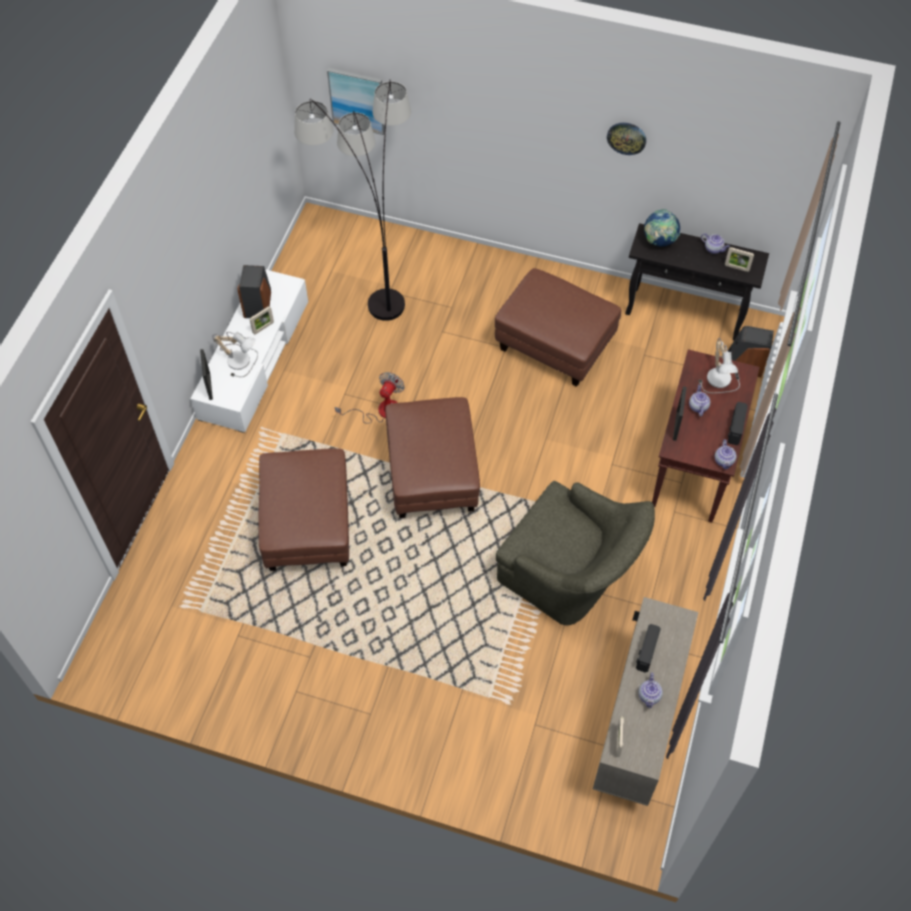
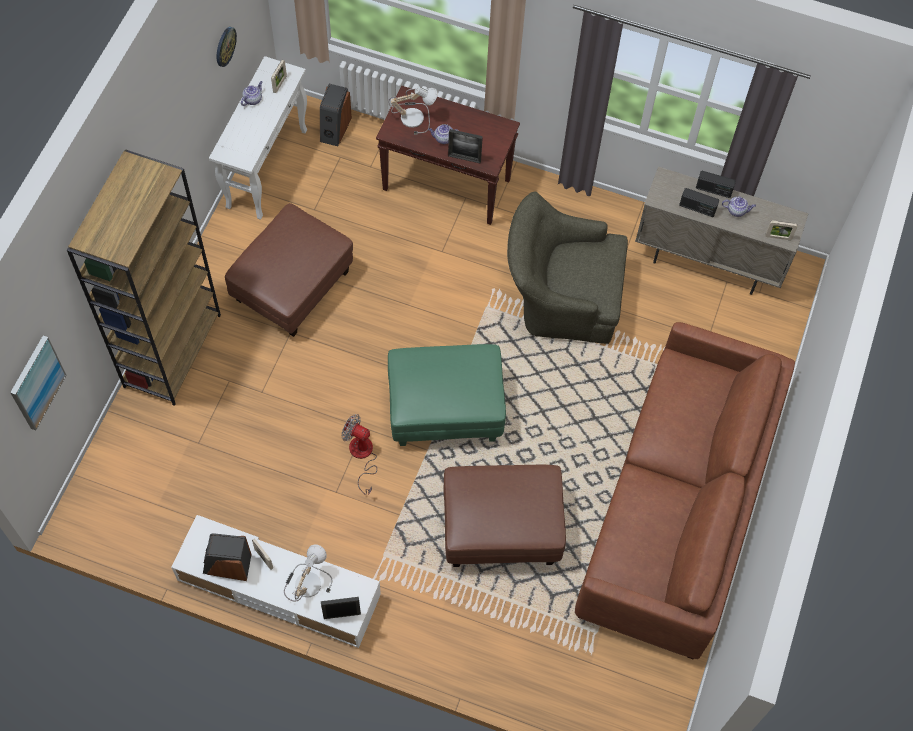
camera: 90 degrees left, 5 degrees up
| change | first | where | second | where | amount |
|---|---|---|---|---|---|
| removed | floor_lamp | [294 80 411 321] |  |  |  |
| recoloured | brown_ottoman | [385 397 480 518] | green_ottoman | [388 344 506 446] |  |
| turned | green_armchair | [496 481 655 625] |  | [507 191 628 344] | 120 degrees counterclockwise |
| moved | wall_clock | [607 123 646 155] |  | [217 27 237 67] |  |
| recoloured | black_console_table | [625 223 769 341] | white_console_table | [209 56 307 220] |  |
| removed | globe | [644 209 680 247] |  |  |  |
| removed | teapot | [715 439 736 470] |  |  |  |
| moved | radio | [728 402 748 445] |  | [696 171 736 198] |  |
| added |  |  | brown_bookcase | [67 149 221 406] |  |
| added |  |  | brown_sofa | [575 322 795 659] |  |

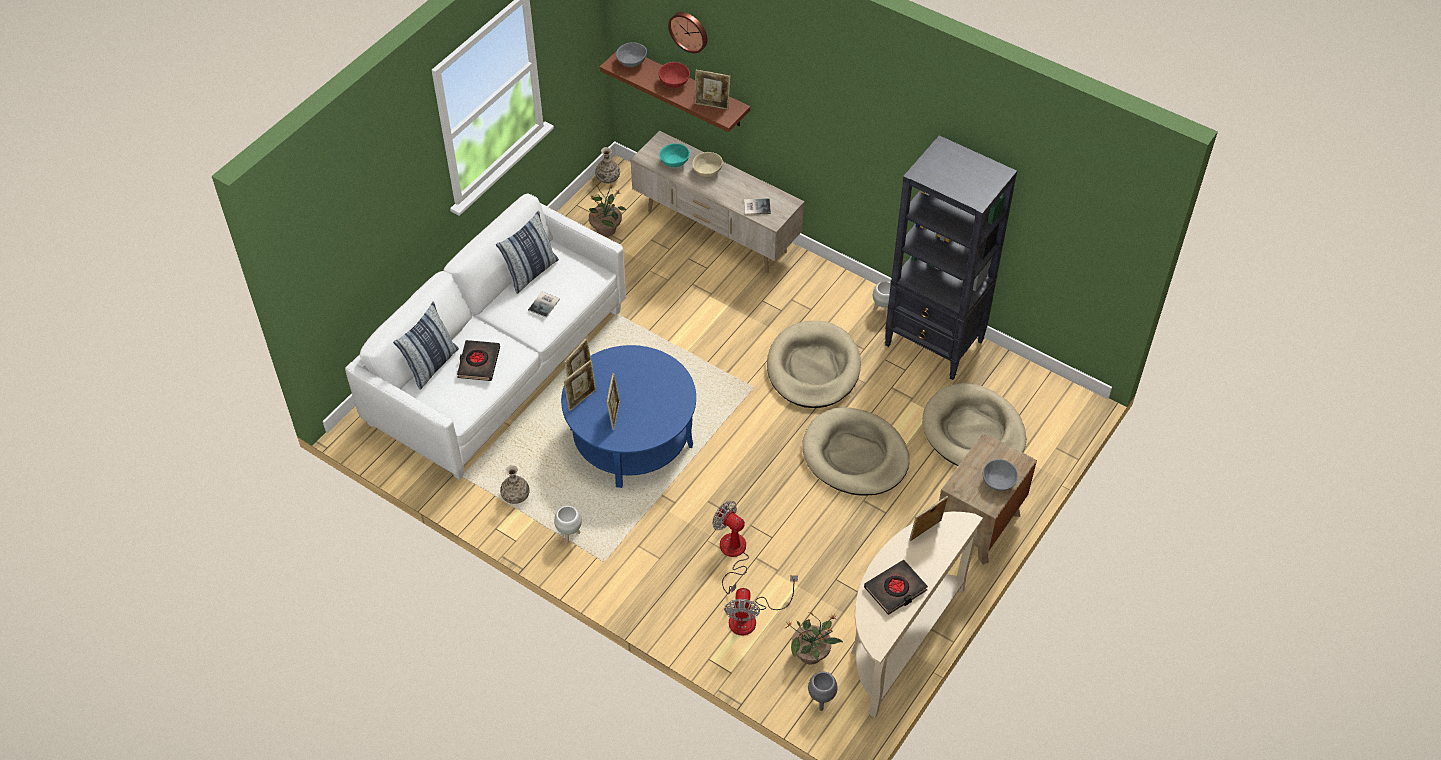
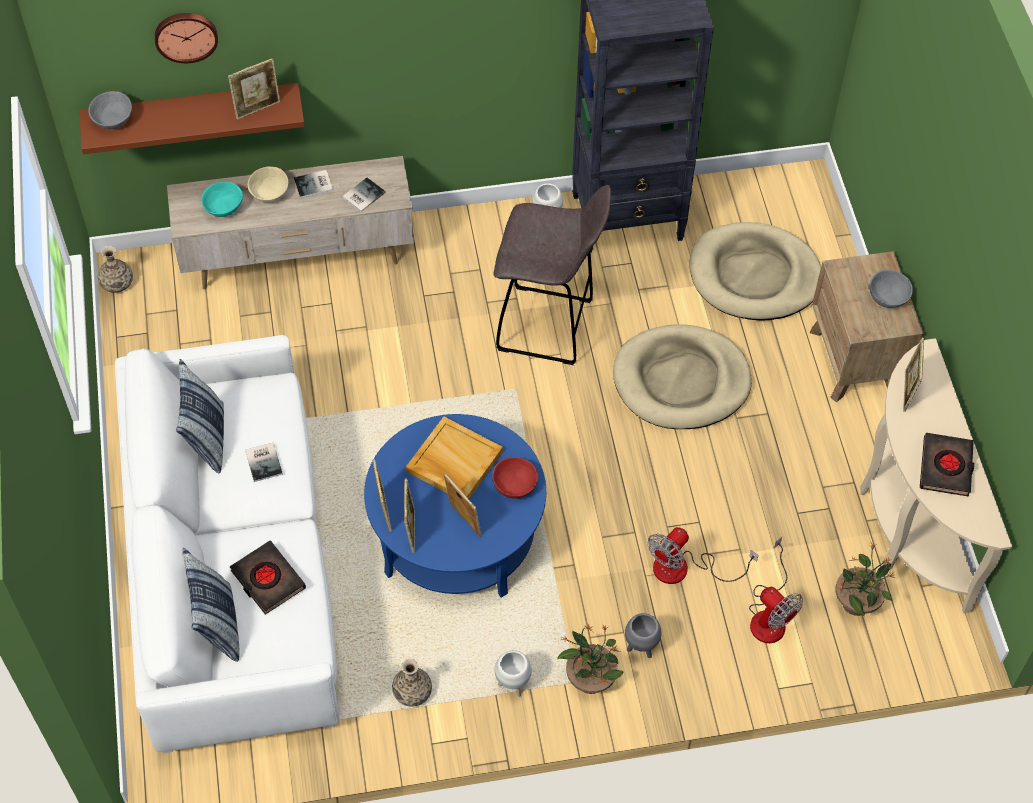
camera: 45 degrees left, 5 degrees up
| change | first | where | second | where | amount |
|---|---|---|---|---|---|
| moved | potted_plant | [589 184 626 237] |  | [557 624 623 694] |  |
| moved | red_bowl | [659 62 690 88] |  | [492 457 538 499] |  |
| turned | fan | [712 501 749 594] |  | [648 527 758 584] | 45 degrees counterclockwise |
| replaced | beige_dog_bed | [767 321 861 408] | grey_stool | [493 185 611 365] |  |
| moved | grey_planter | [808 671 838 711] |  | [625 613 661 658] |  |
| added |  |  | book | [294 170 333 198] |  |
| added |  |  | beige_tray | [406 416 503 499] |  |

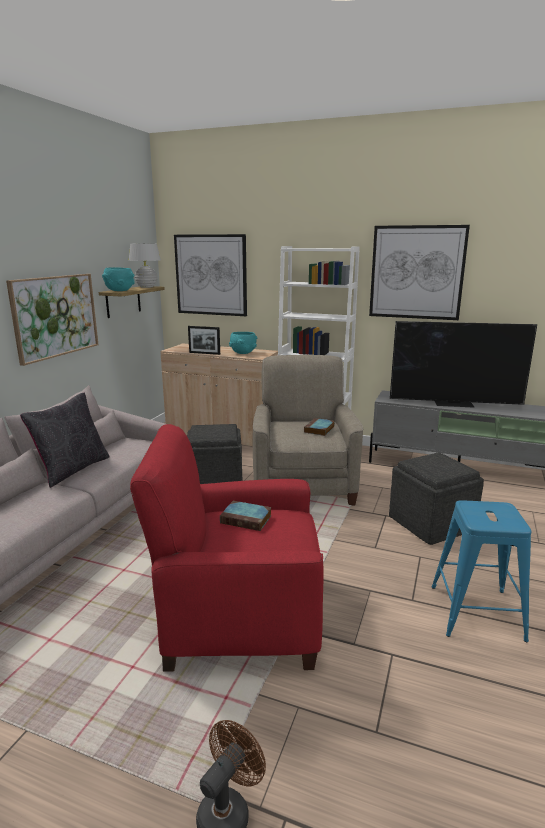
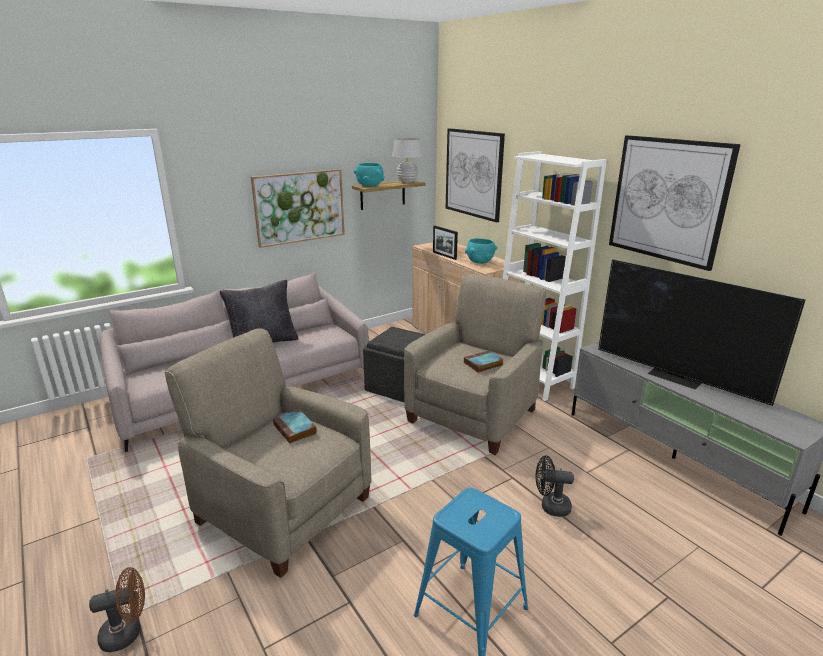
camera: 35 degrees right, 5 degrees up
| change | first | where | second | where | amount |
|---|---|---|---|---|---|
| recoloured | red_armchair | [130 424 323 672] | beige_armchair | [165 328 371 578] |  |
| replaced | grey_ottoman | [389 452 484 545] | black_fan | [536 455 574 517] |  |

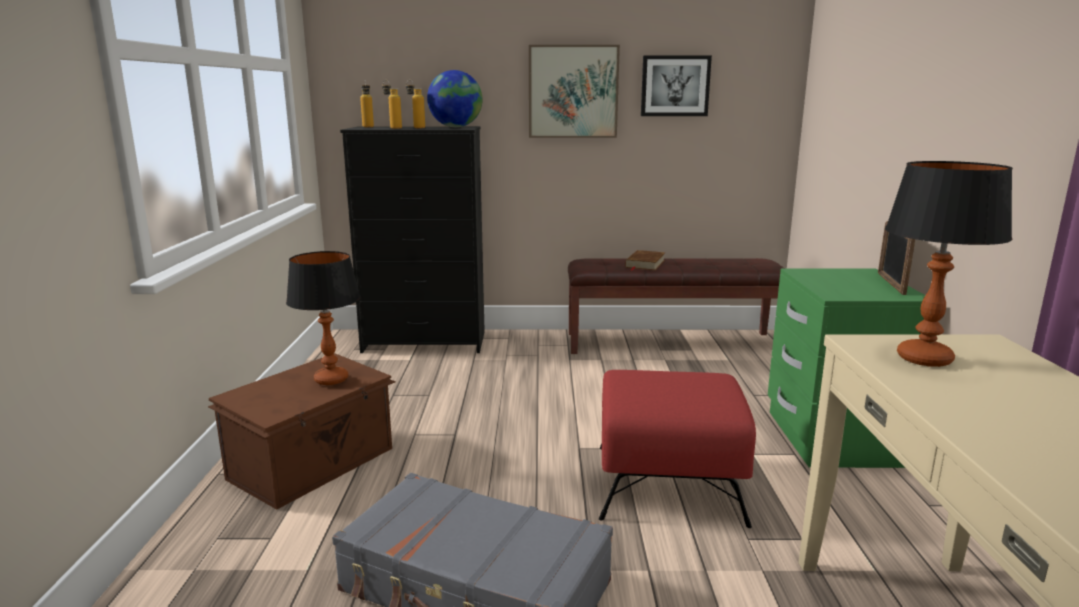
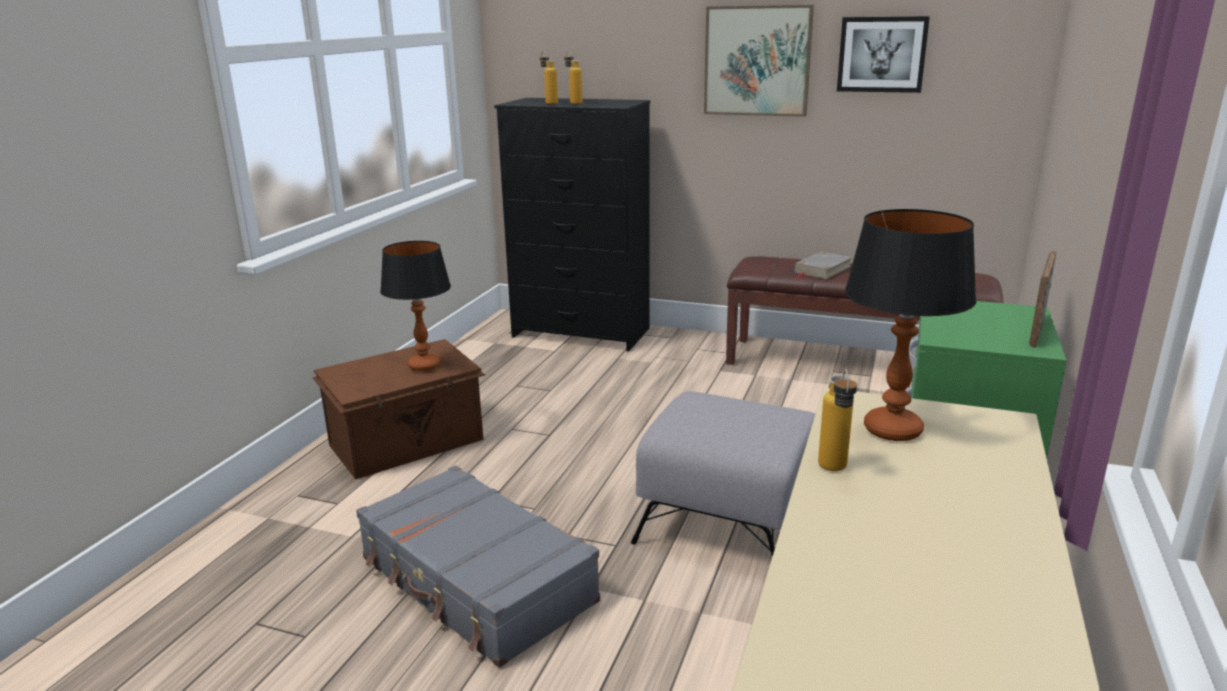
camera: 20 degrees right, 5 degrees up
| change | first | where | second | where | amount |
|---|---|---|---|---|---|
| moved | bottle | [360 81 374 127] |  | [818 369 857 471] |  |
| removed | globe | [427 70 483 127] |  |  |  |
| recoloured | red_ottoman | [599 370 756 528] | grey_ottoman | [631 391 815 557] |  |
| recoloured | brown_book | [625 250 665 271] | grey_book | [794 251 853 279] |  |

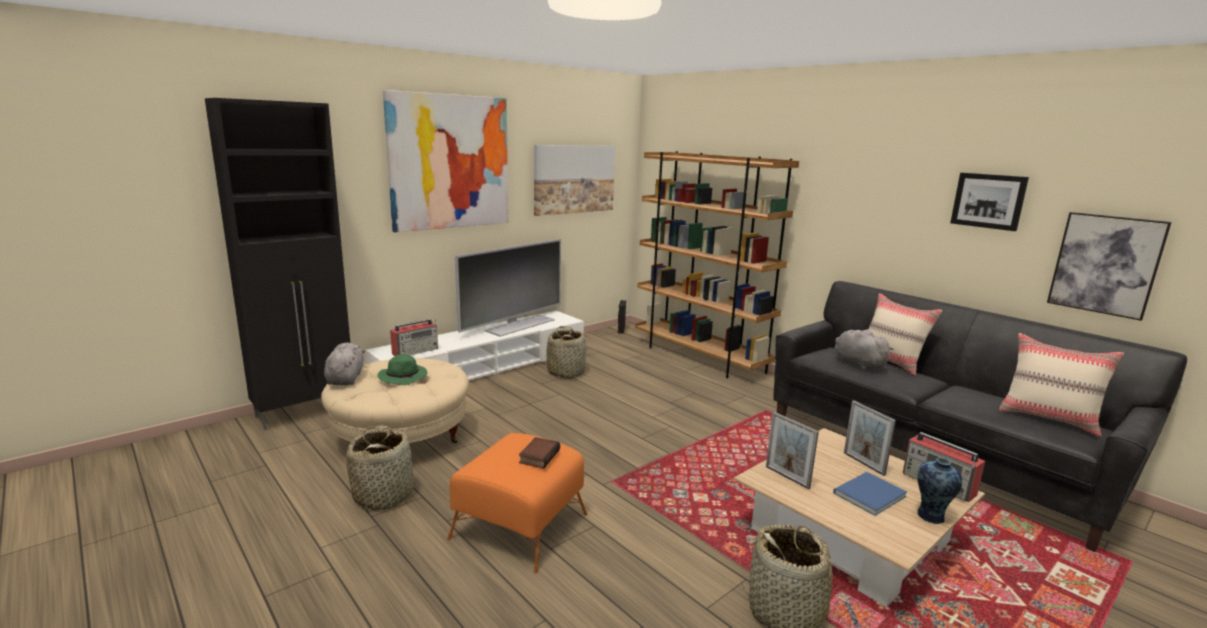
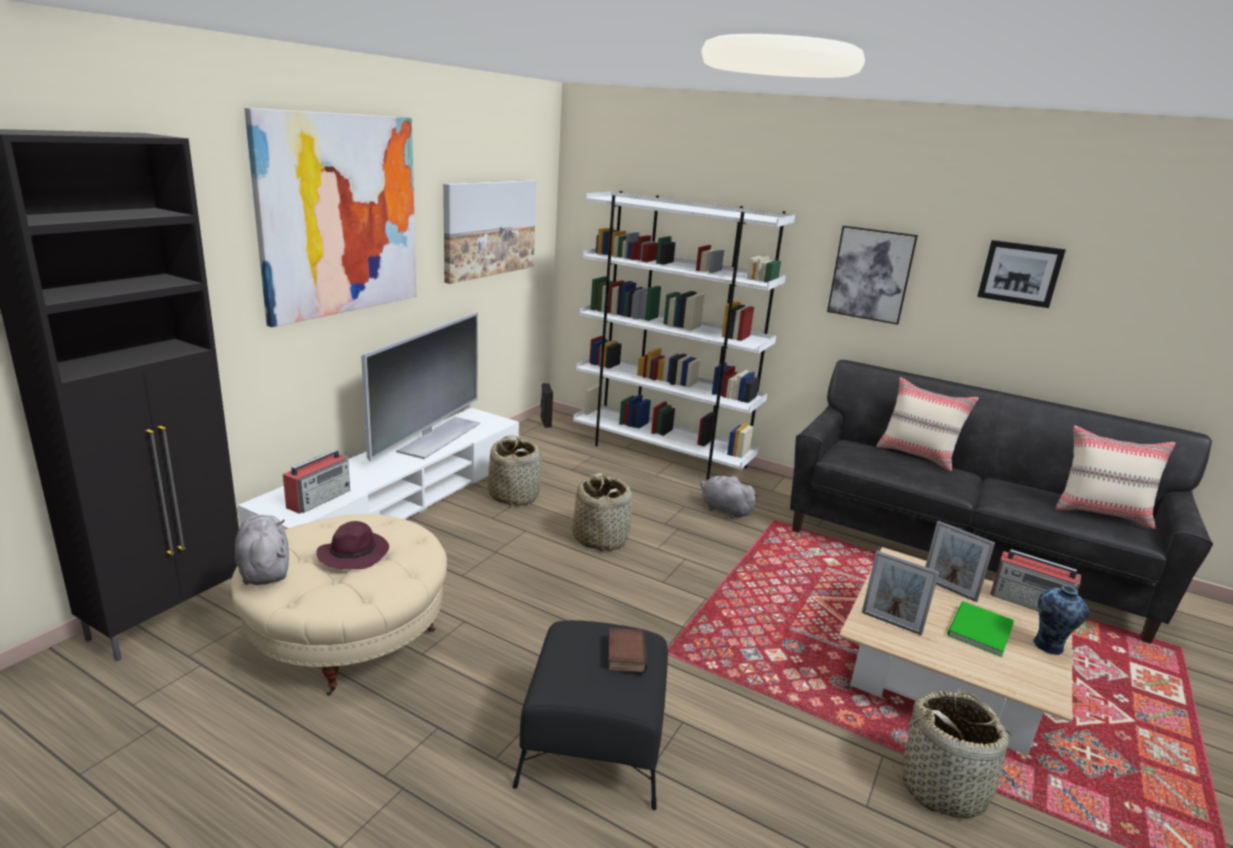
camera: 20 degrees left, 5 degrees up
| change | first | where | second | where | amount |
|---|---|---|---|---|---|
| moved | basket | [346 425 413 510] |  | [572 473 633 551] |  |
| recoloured | green_hat | [377 354 428 385] | purple_hat | [316 521 389 569] |  |
| recoloured | orange_ottoman | [447 433 587 573] | black_ottoman | [513 620 668 810] |  |
| recoloured | brown_bookcase | [636 151 799 378] | white_bookcase | [573 191 795 480] |  |
| recoloured | blue_book | [833 472 907 516] | green_book | [947 601 1014 657] |  |
| moved | grey_plush_toy | [835 329 894 370] |  | [700 476 759 519] |  |
| moved | picture | [1047 212 1172 321] |  | [827 226 918 325] |  |

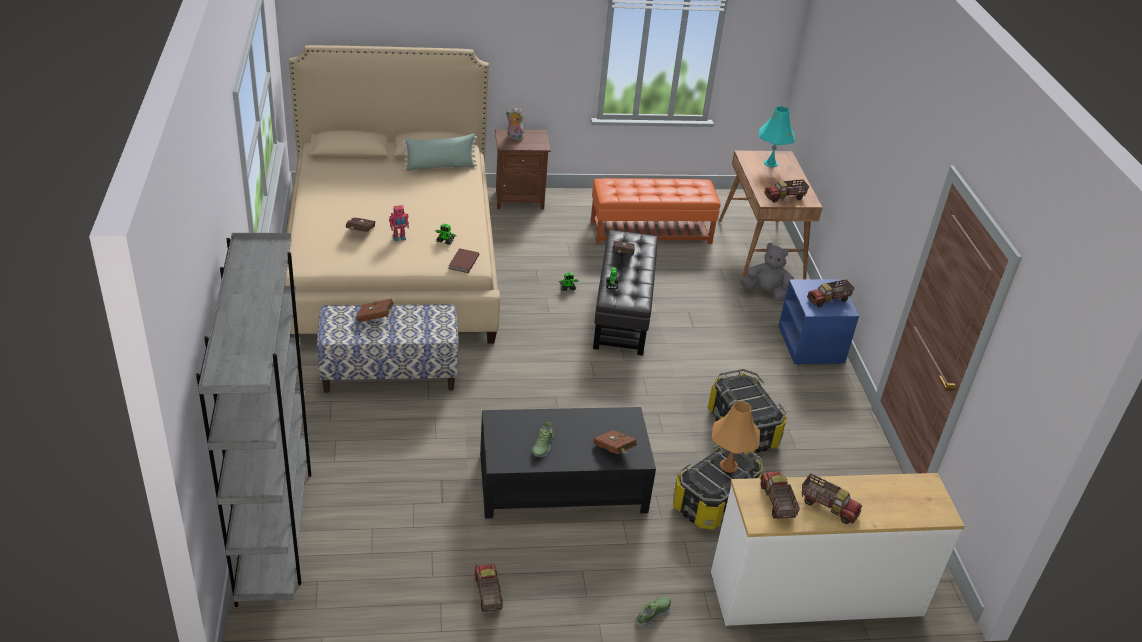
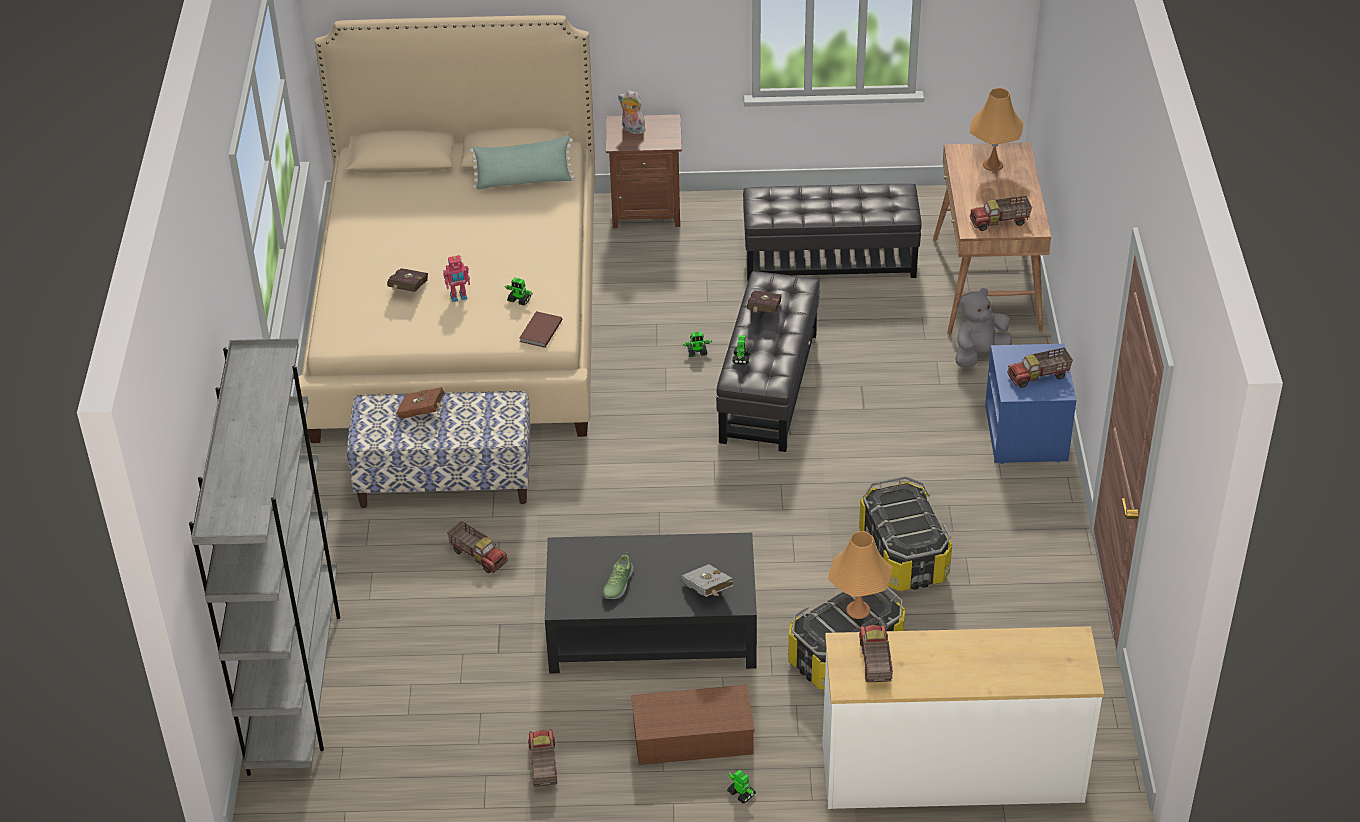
camera: 10 degrees right, 5 degrees up
| change | first | where | second | where | amount |
|---|---|---|---|---|---|
| recoloured | orange_ottoman | [591 178 721 244] | black_ottoman | [743 184 922 281] |  |
| recoloured | brown_book | [593 430 637 454] | grey_book | [682 564 733 597] |  |
| replaced | shoe | [635 596 671 627] | toy_robot | [727 770 756 803] |  |
| turned | grey_plush_toy | [740 243 794 302] |  | [955 288 1012 367] | 60 degrees counterclockwise |
| recoloured | turquoise_table_lamp | [759 106 795 167] | orange_table_lamp | [970 88 1023 171] |  |
| moved | toy_truck | [802 473 863 524] |  | [447 521 508 573] |  |
| added |  |  | brown_storage_box | [631 685 755 765] |  |

